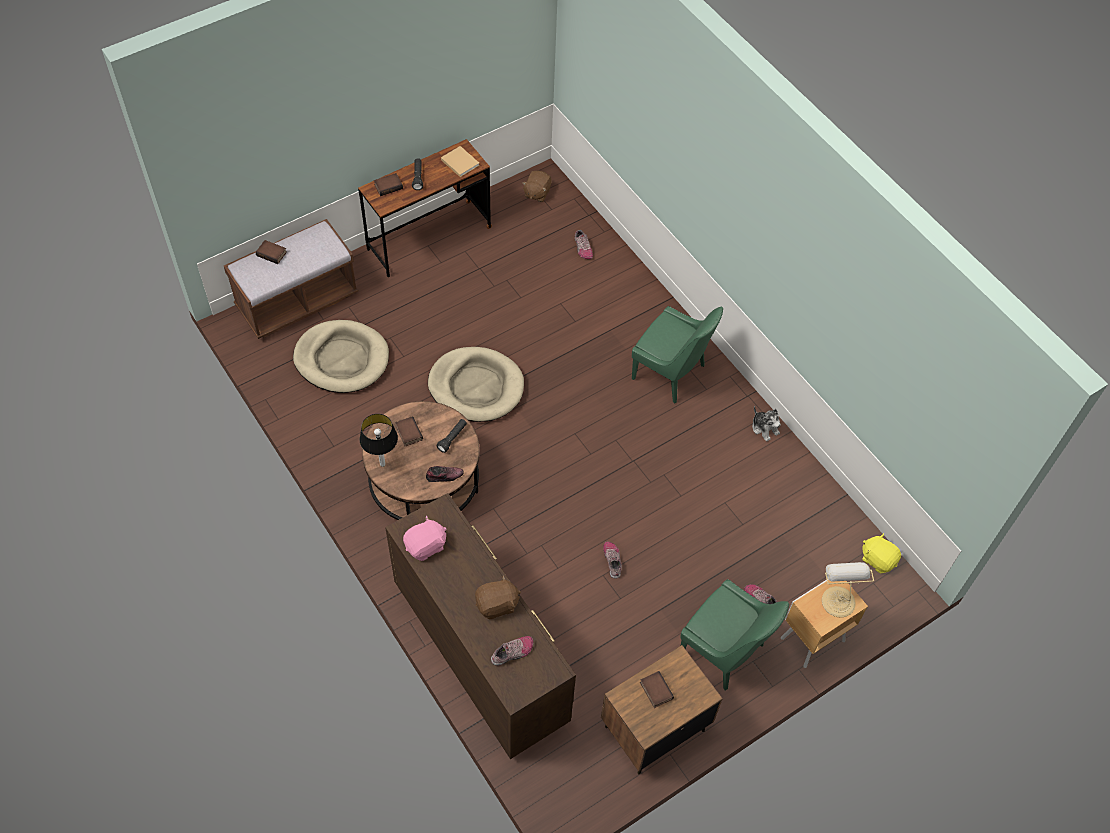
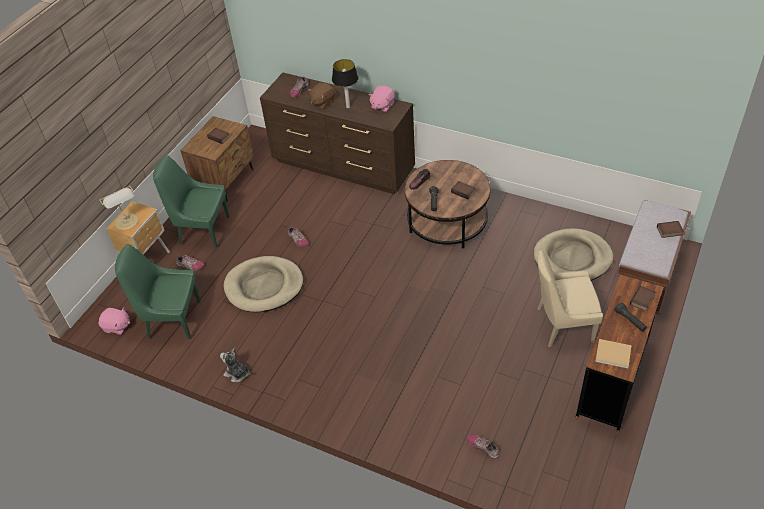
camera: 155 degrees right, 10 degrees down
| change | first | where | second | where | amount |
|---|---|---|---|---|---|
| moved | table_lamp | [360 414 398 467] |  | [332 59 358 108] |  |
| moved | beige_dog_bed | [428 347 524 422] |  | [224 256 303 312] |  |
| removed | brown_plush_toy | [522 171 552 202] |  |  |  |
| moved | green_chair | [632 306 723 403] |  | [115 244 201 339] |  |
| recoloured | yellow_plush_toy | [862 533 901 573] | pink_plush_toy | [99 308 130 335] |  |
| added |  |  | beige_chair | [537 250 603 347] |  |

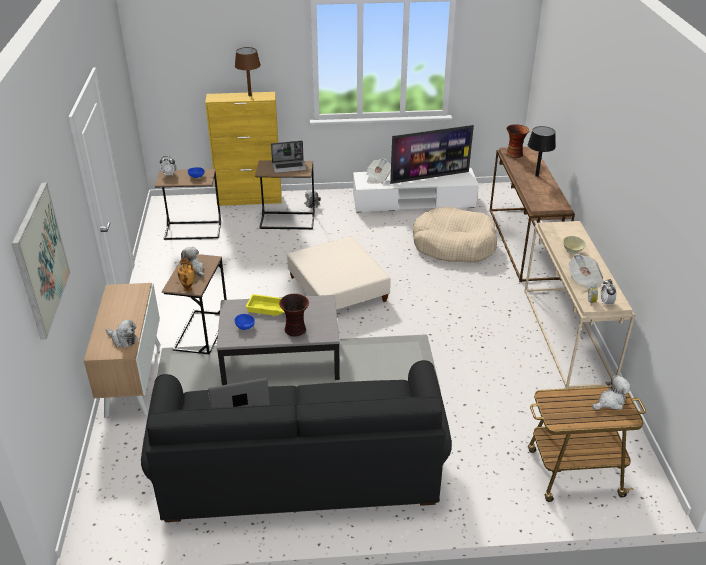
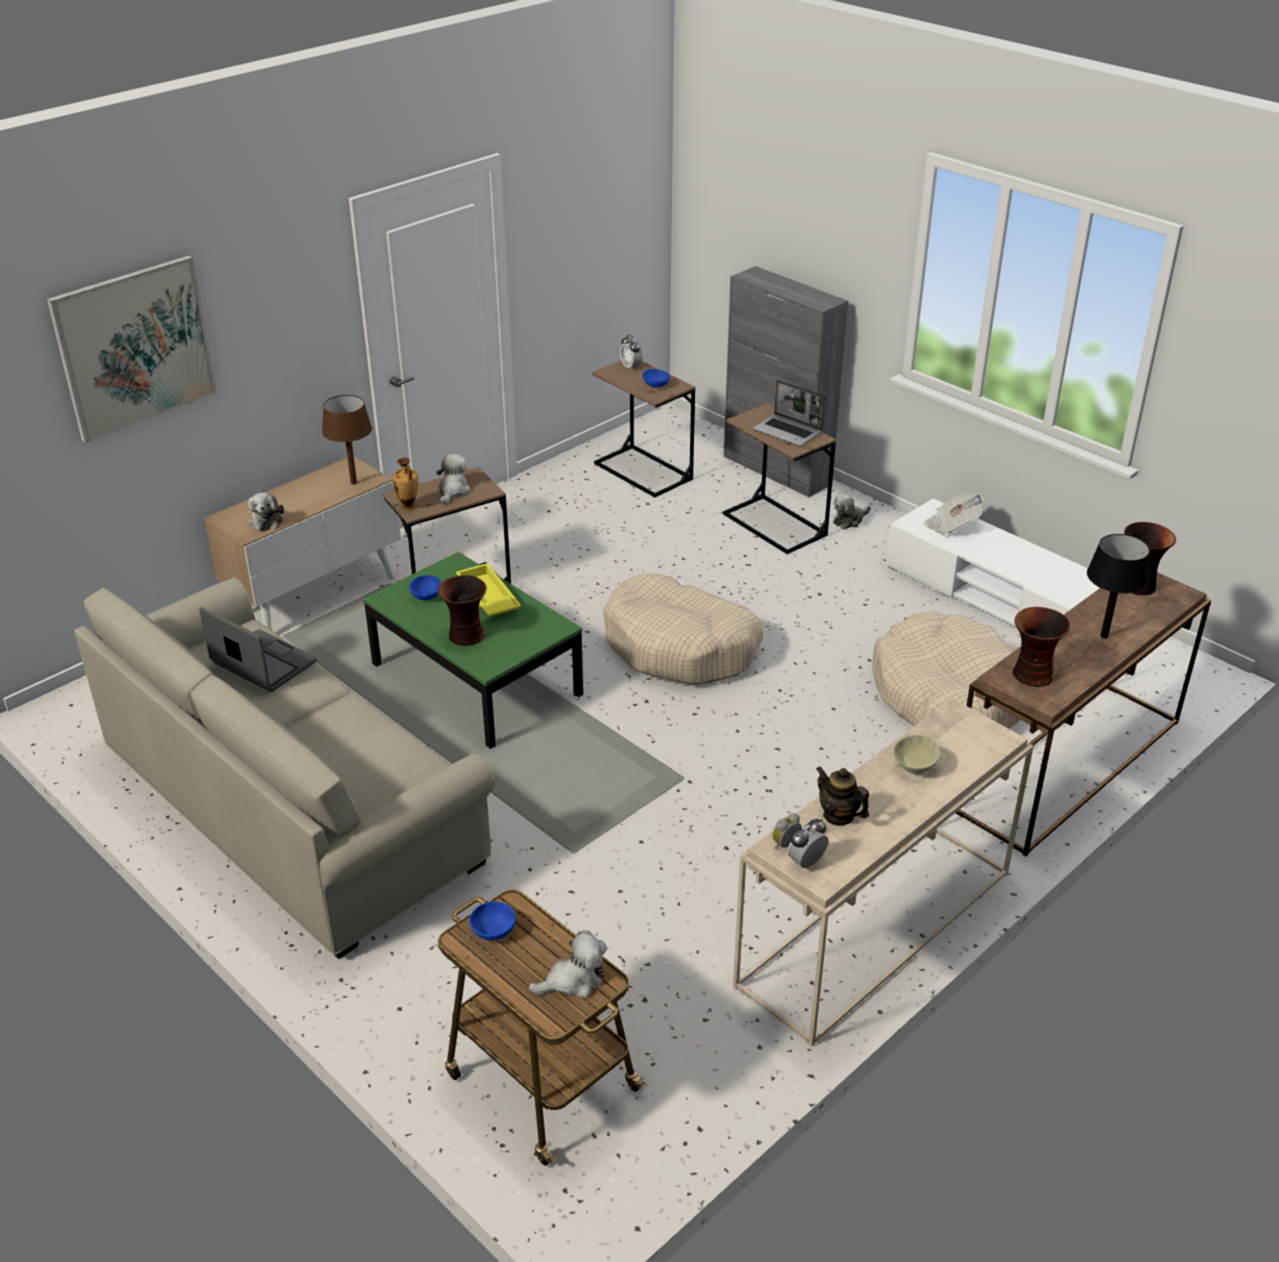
camera: 50 degrees right, 0 degrees up
| change | first | where | second | where | amount |
|---|---|---|---|---|---|
| recoloured | black_sofa | [141 360 452 522] | beige_sofa | [75 577 494 959] |  |
| recoloured | yellow_cabinet | [205 92 282 206] | grey_cabinet | [724 266 848 497] |  |
| recoloured | grey_coffee_table | [217 295 340 385] | green_coffee_table | [363 552 583 749] |  |
| moved | brown_table_lamp | [235 47 261 96] |  | [322 395 372 485] |  |
| replaced | beige_ottoman | [287 237 391 310] | beige_dog_bed | [603 573 763 685] |  |
| removed | television | [390 125 474 184] |  |  |  |
| replaced | newspaper | [568 254 604 290] | teapot | [816 766 869 826] |  |
| turned | plush_toy | [592 375 630 410] |  | [529 930 607 998] | 45 degrees counterclockwise |
| added |  |  | blue_bowl | [469 901 515 940] |  |
| added |  |  | vase | [1013 607 1070 687] |  |

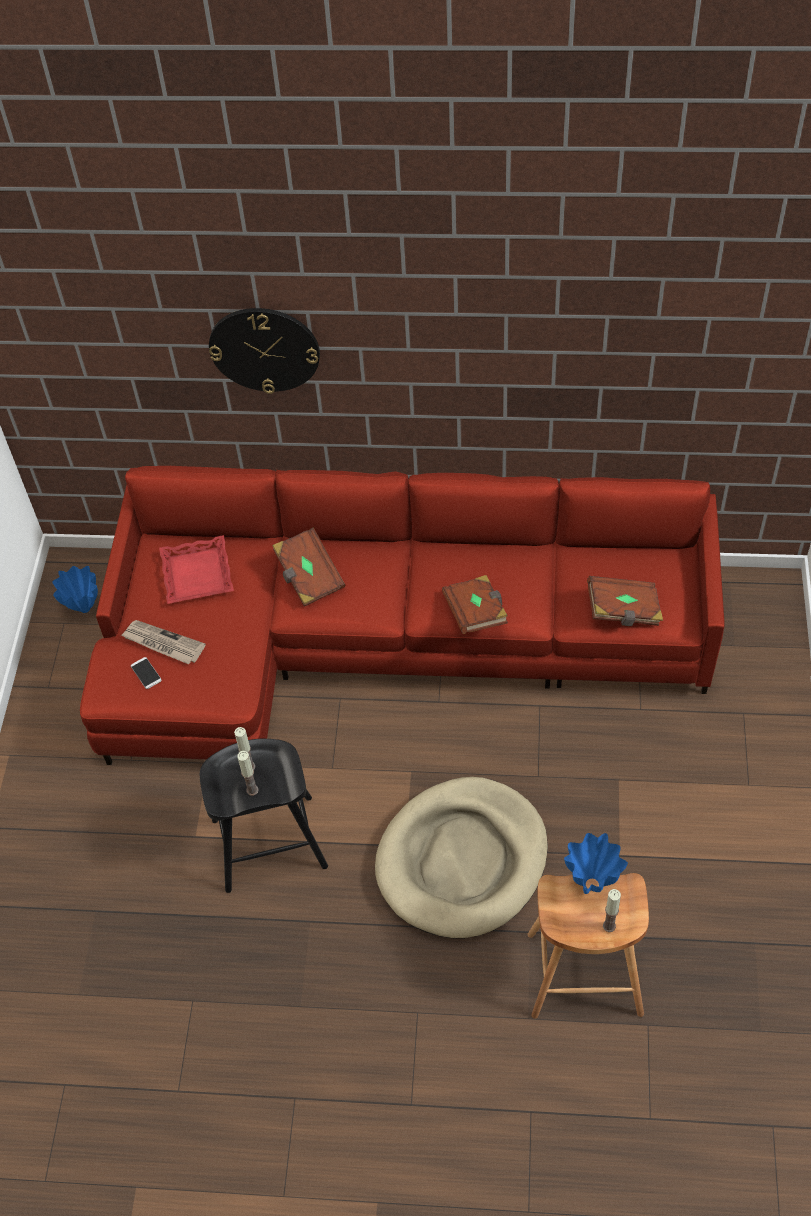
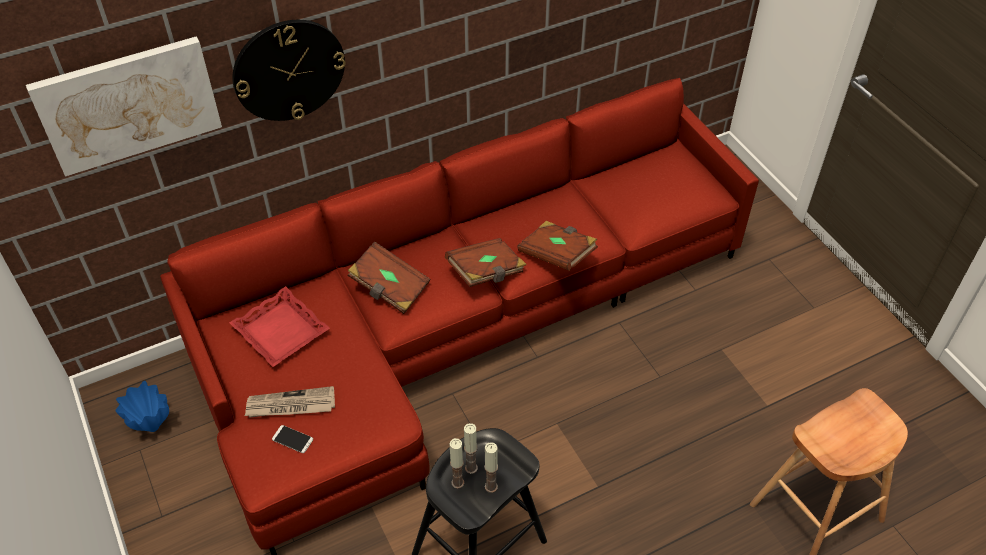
camera: 35 degrees left, 5 degrees down
| change | first | where | second | where | amount |
|---|---|---|---|---|---|
| removed | beige_dog_bed | [375 777 548 938] |  |  |  |
| removed | blue_vase | [564 833 628 894] |  |  |  |
| moved | brown_book | [587 576 663 626] |  | [445 238 527 287] |  |
| moved | candle | [603 889 621 932] |  | [450 438 464 489] |  |
| added |  |  | picture | [26 36 222 177] |  |

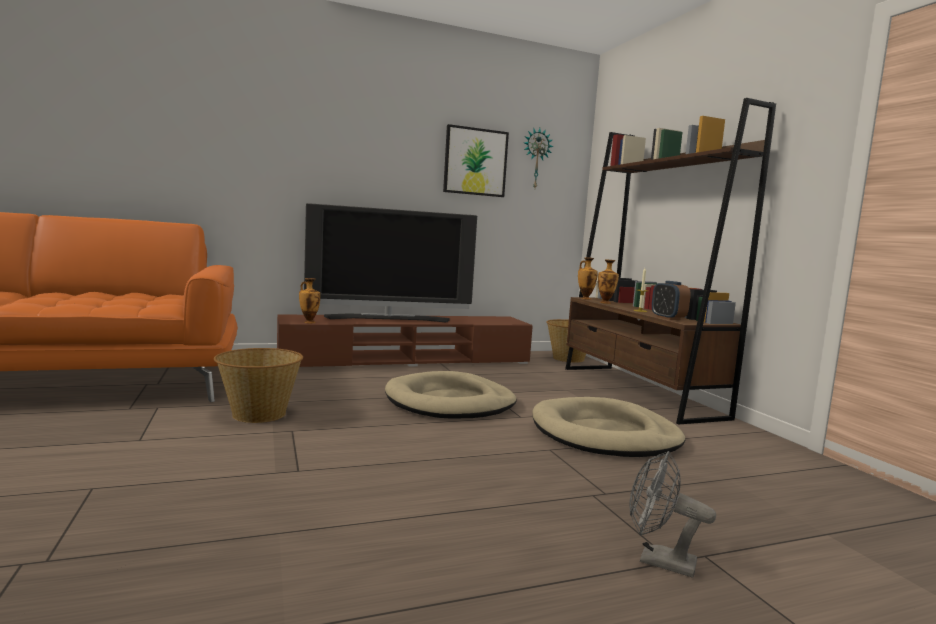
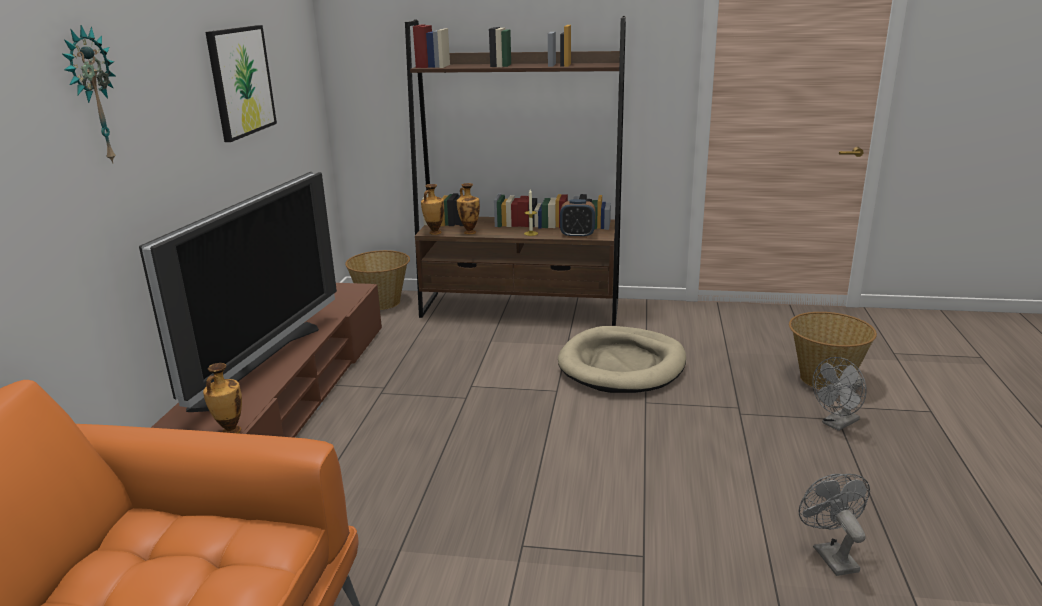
camera: 60 degrees left, 15 degrees up
| change | first | where | second | where | amount |
|---|---|---|---|---|---|
| moved | basket | [214 348 303 423] |  | [789 312 877 389] |  |
| removed | beige_dog_bed | [385 371 516 419] |  |  |  |
| moved | wall_clock | [524 128 553 188] |  | [62 25 116 164] |  |
| added |  |  | grey_fan | [799 474 870 576] |  |

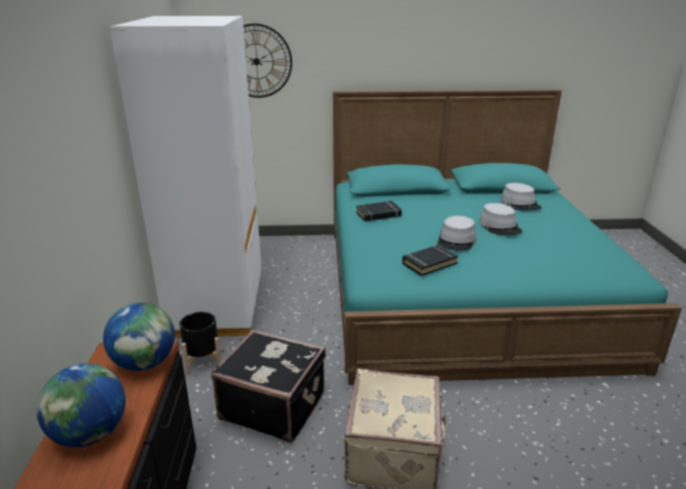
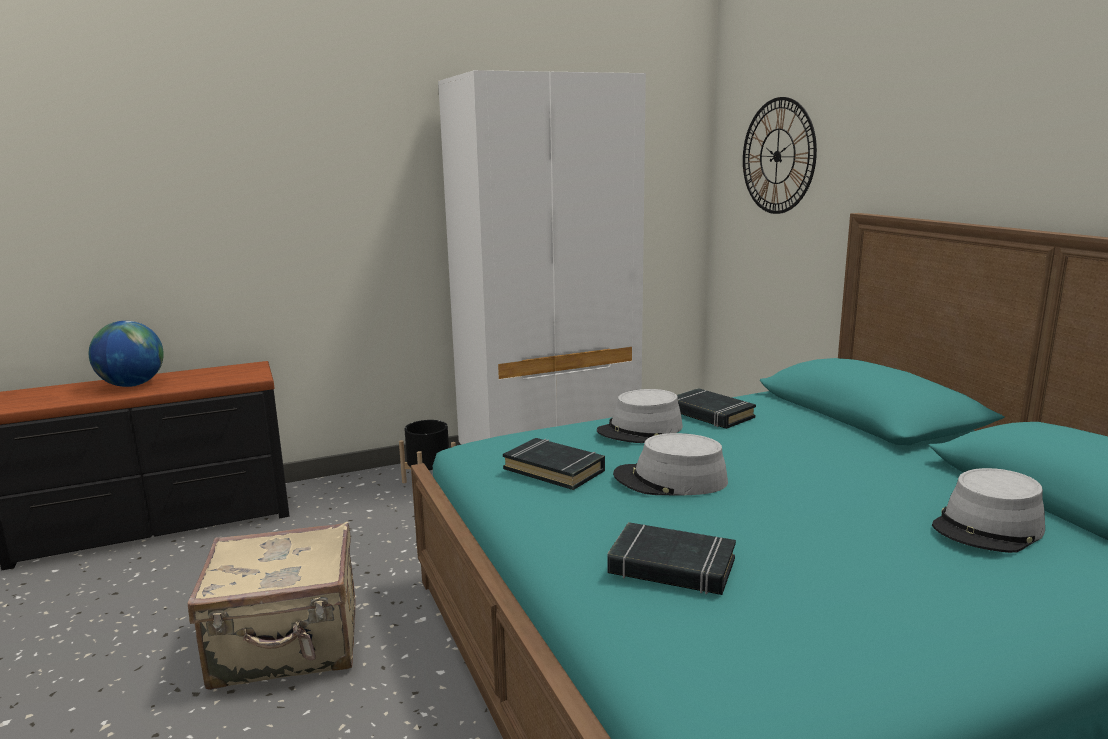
camera: 70 degrees right, 10 degrees down
| change | first | where | second | where | amount |
|---|---|---|---|---|---|
| removed | globe | [103 302 175 371] |  |  |  |
| removed | black_suitcase | [211 329 326 442] |  |  |  |
| moved | grey_hat | [479 203 522 235] |  | [597 389 683 443] |  |
| added |  |  | black_book | [608 522 736 595] |  |

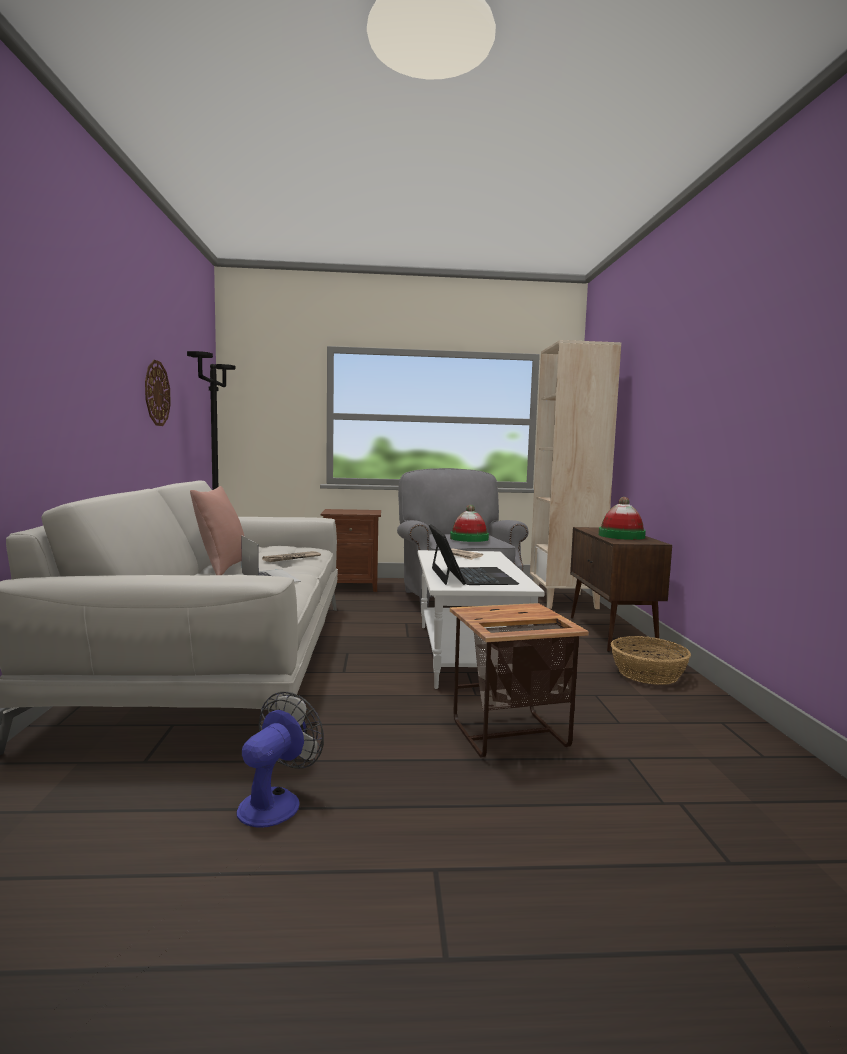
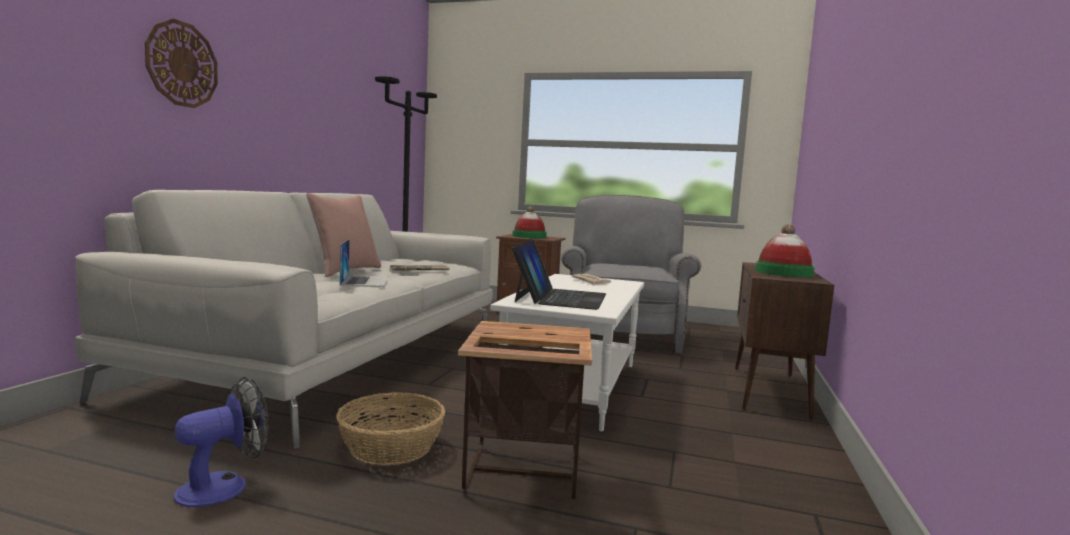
camera: 20 degrees right, 0 degrees up
| change | first | where | second | where | amount |
|---|---|---|---|---|---|
| moved | wall_clock | [145 360 171 426] |  | [145 19 218 108] |  |
| moved | hat | [450 505 489 542] |  | [512 206 547 238] |  |
| removed | beige_bookcase | [530 340 621 609] |  |  |  |
| moved | basket | [611 636 691 685] |  | [336 393 445 465] |  |

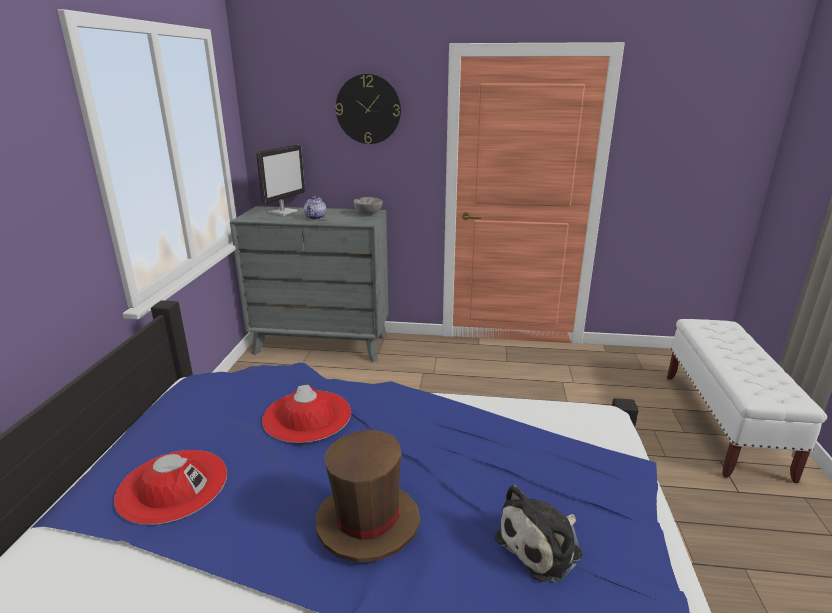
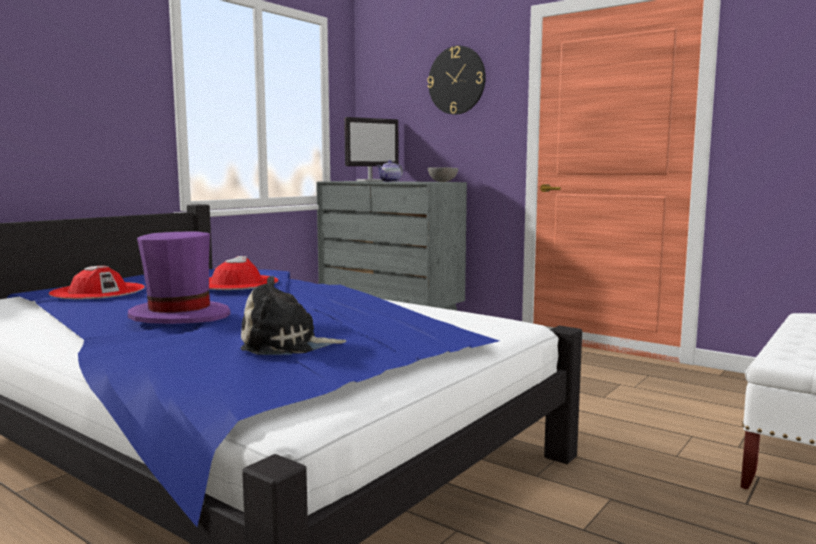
camera: 30 degrees right, 15 degrees down
| change | first | where | second | where | amount |
|---|---|---|---|---|---|
| recoloured | brown_hat | [316 430 420 563] | purple_hat | [128 231 230 324] |  |

